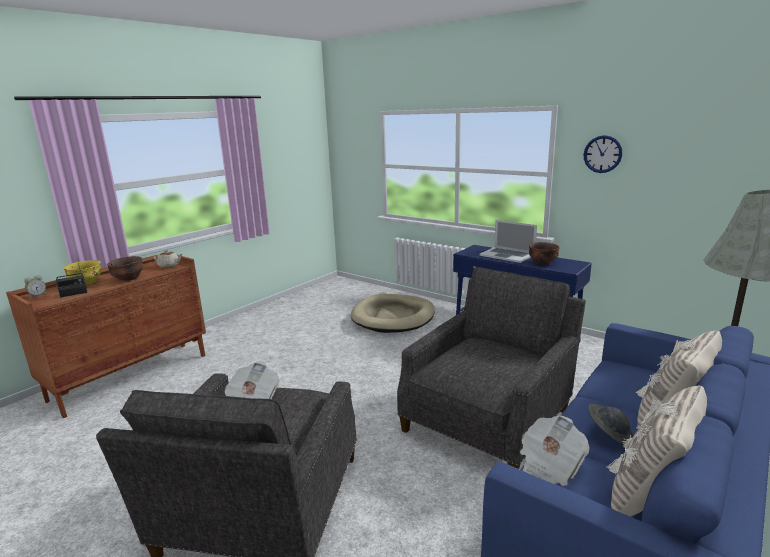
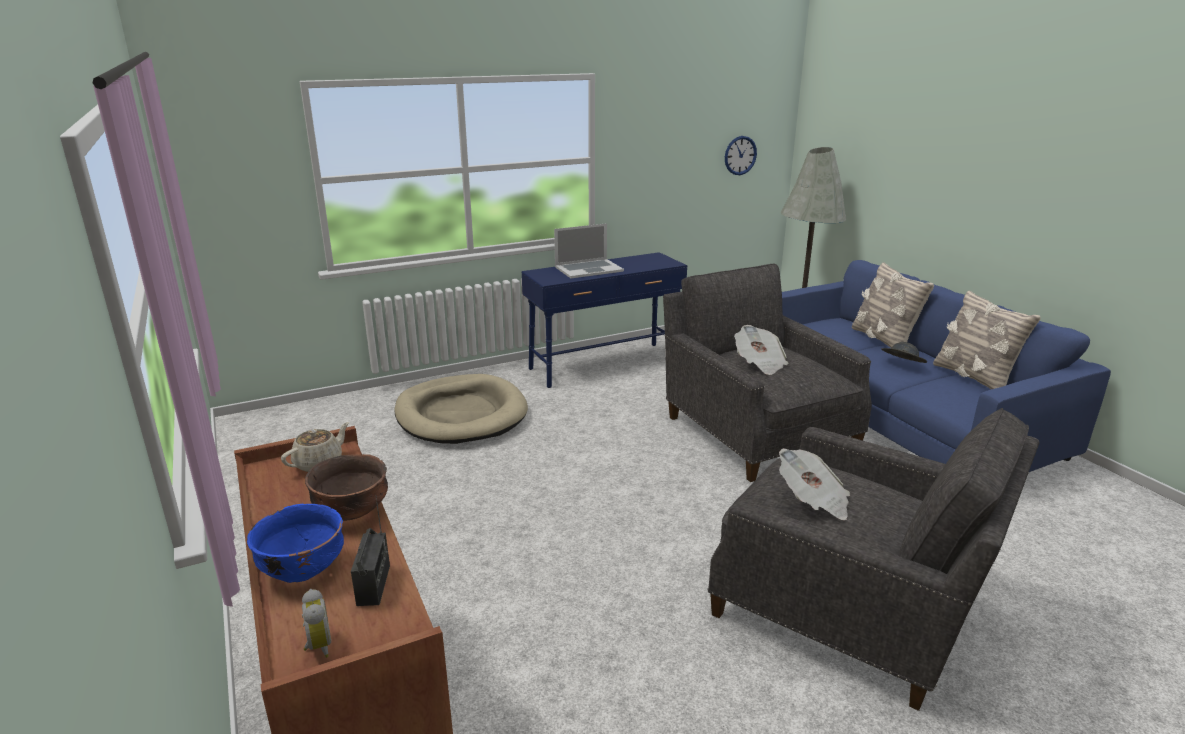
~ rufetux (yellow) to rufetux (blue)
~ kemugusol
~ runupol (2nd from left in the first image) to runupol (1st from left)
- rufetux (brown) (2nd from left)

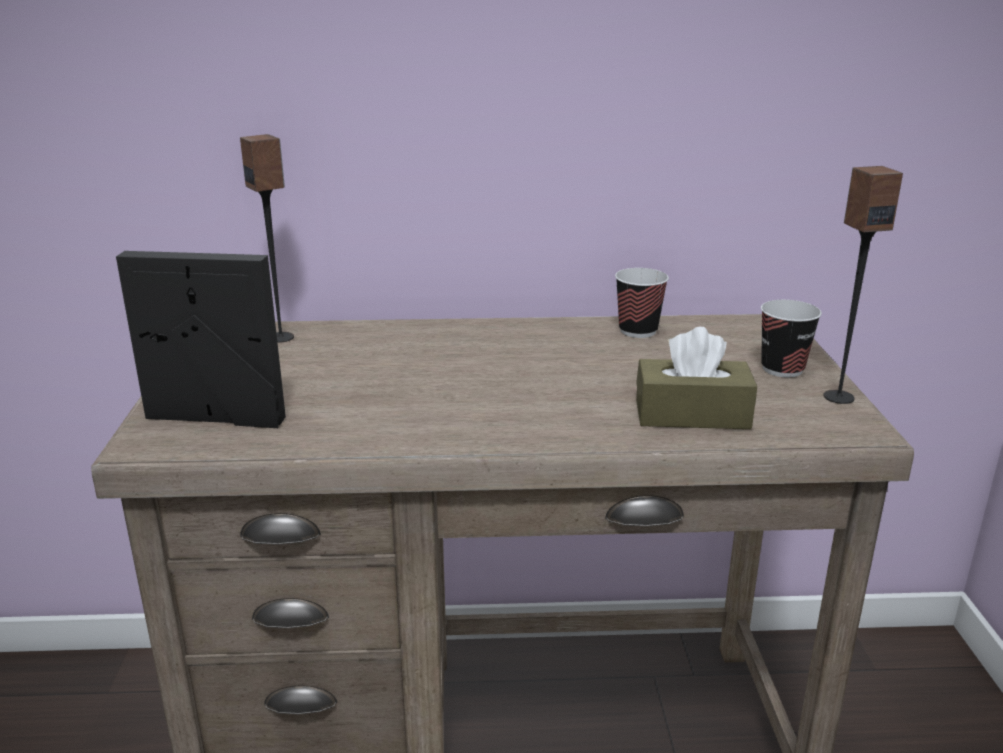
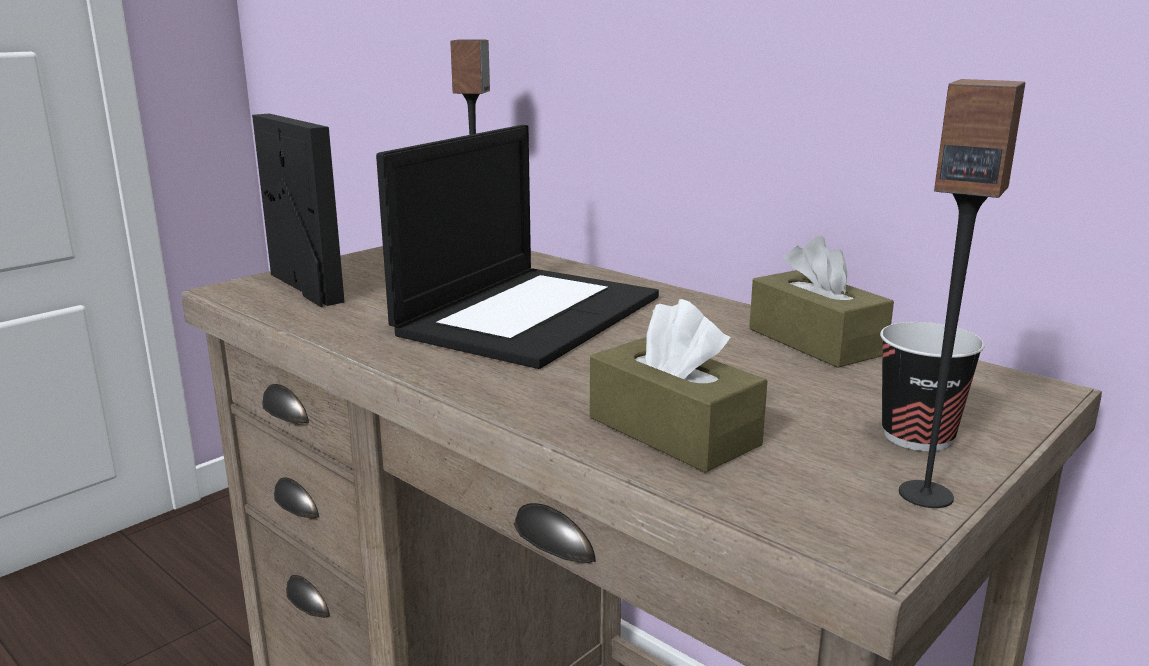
+ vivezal
~ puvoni (1st from left) to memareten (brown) (2nd from left)

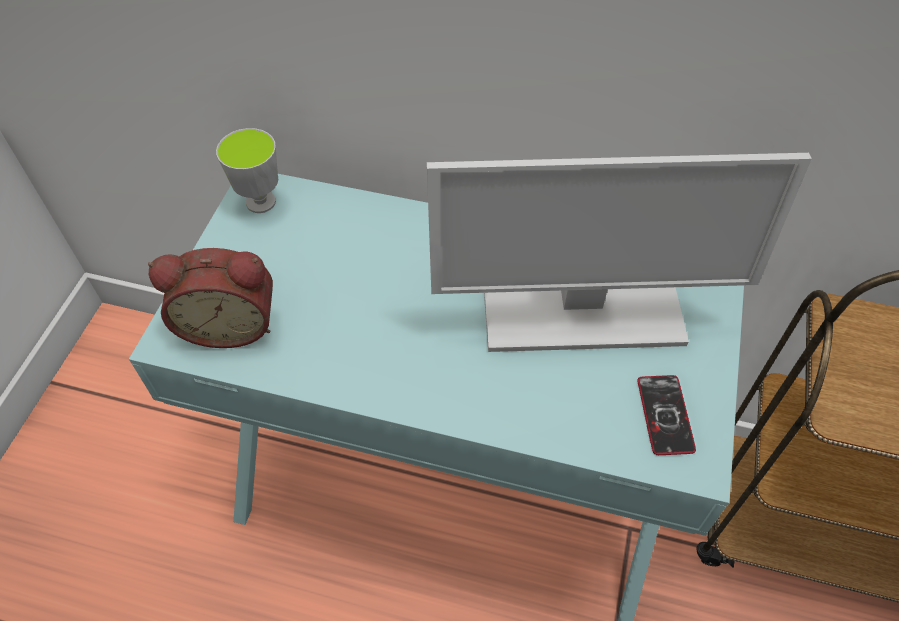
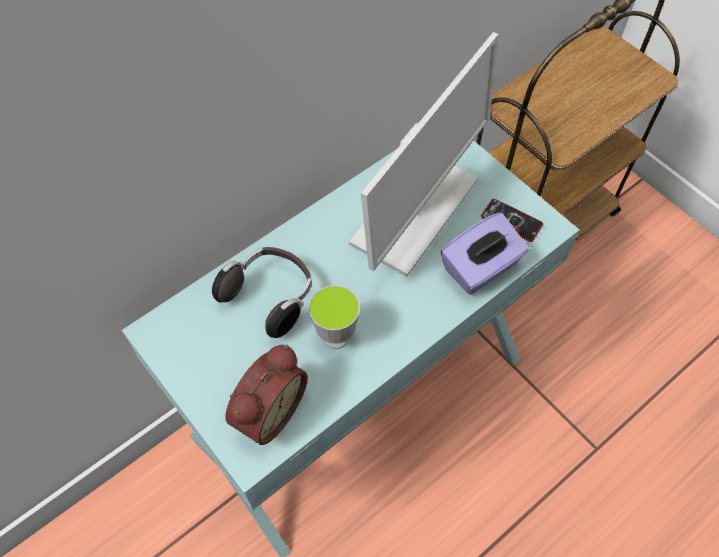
+ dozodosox
~ puvoni
+ memareten (purple)

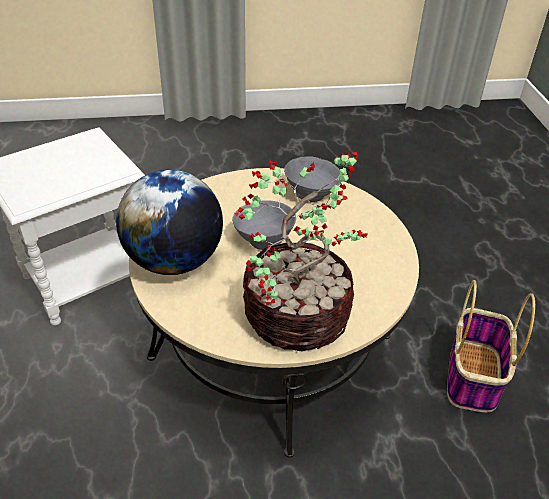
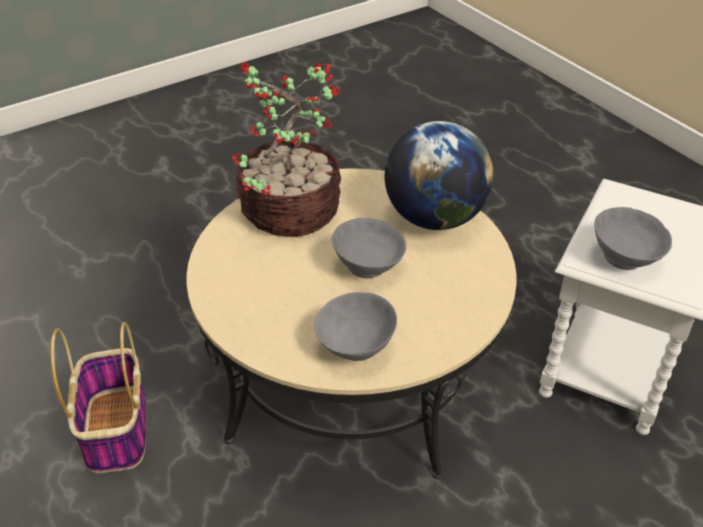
+ rufetux (grey) (3rd from left)

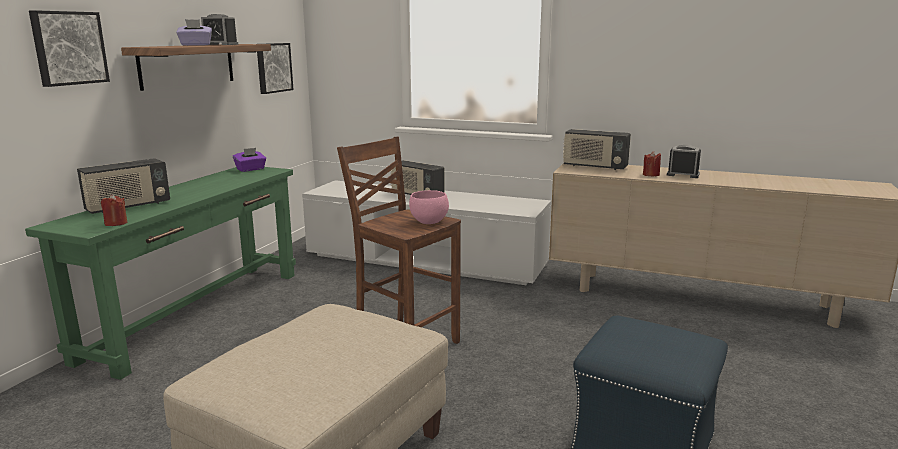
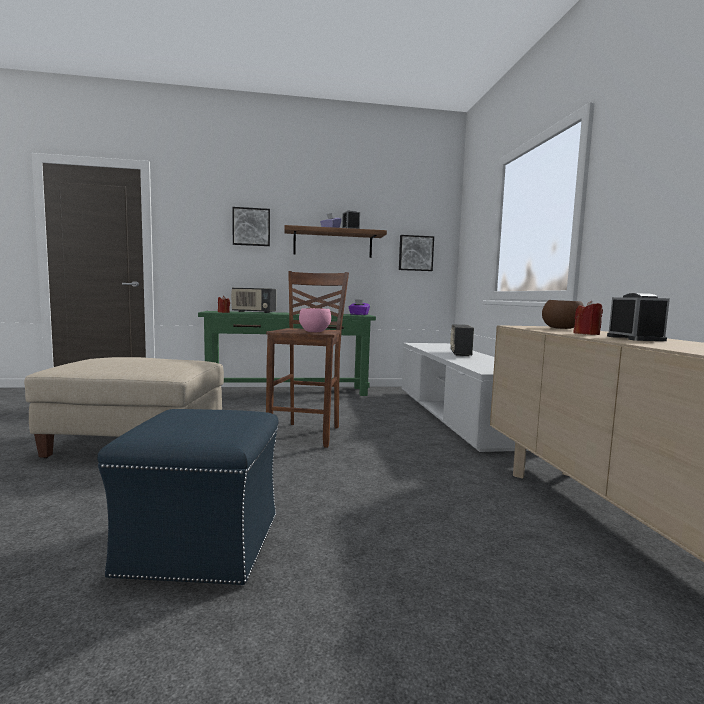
~ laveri (3rd from left) to rufetux (brown)

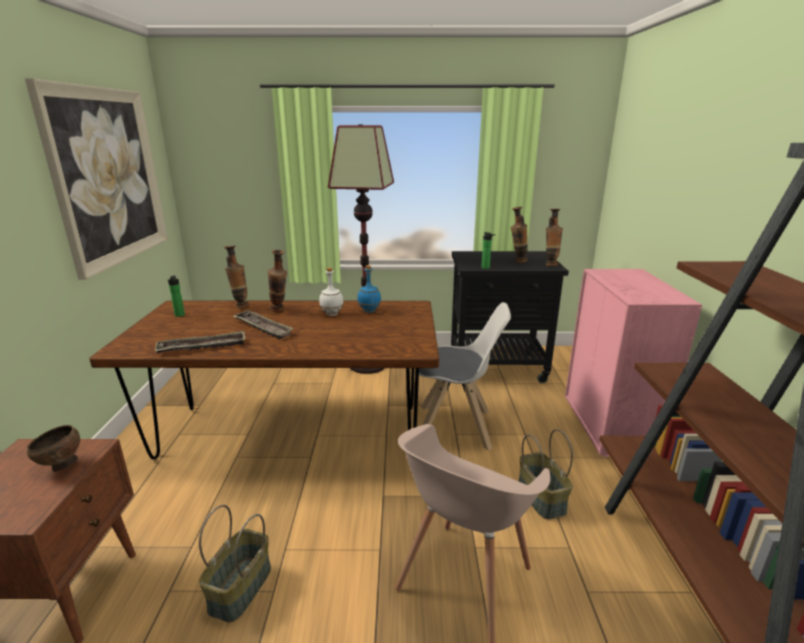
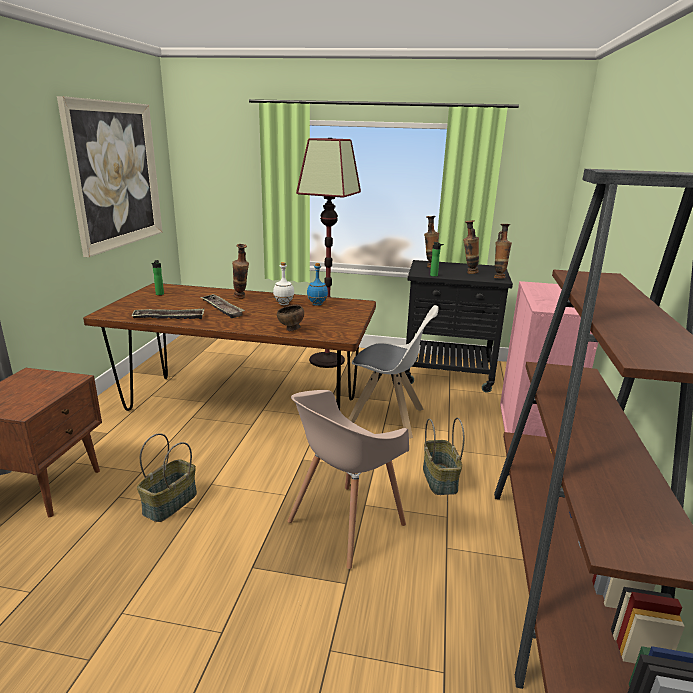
~ rufetux (brown)
~ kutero (1st from left in the first image) to kutero (2nd from left)

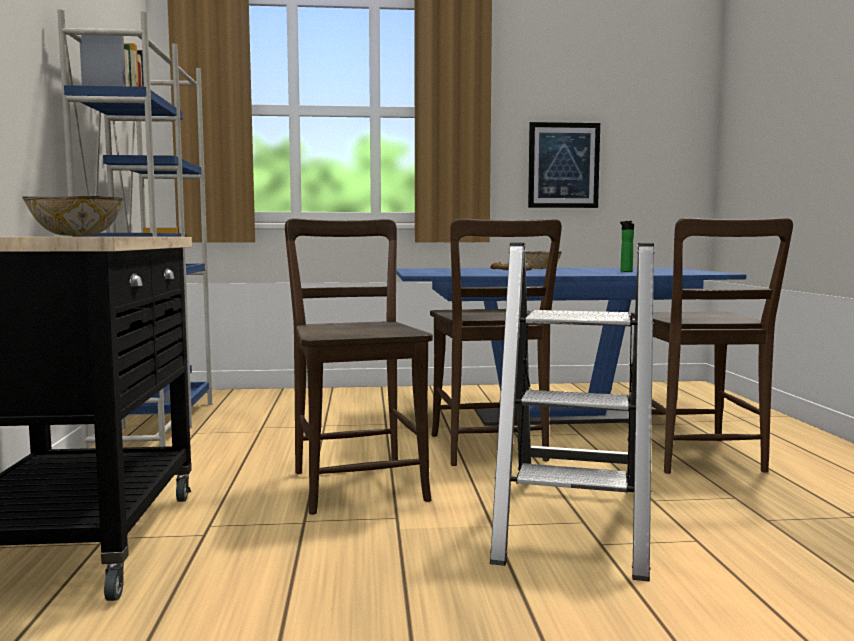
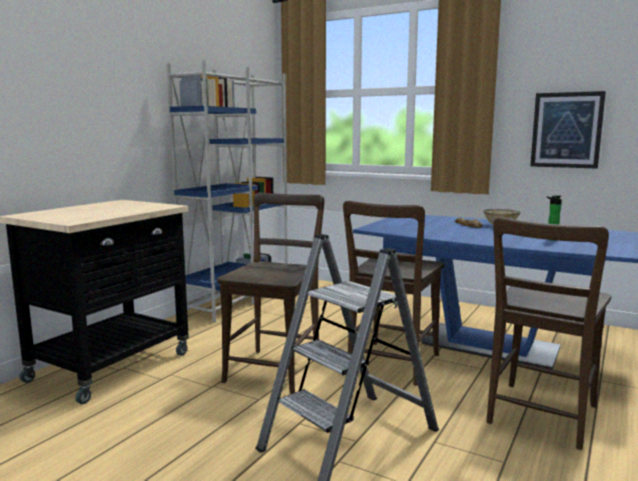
- rufetux (1st from left)

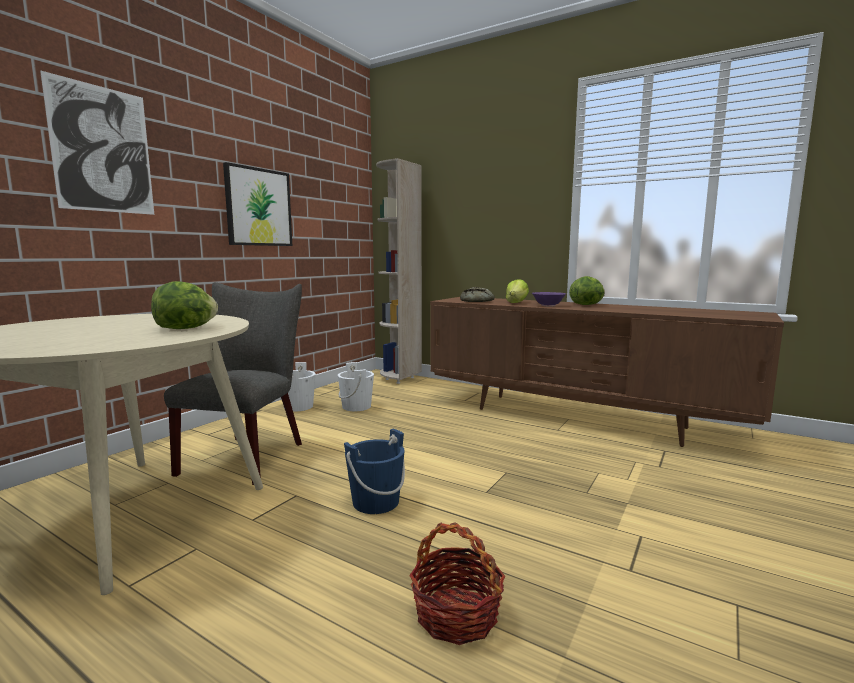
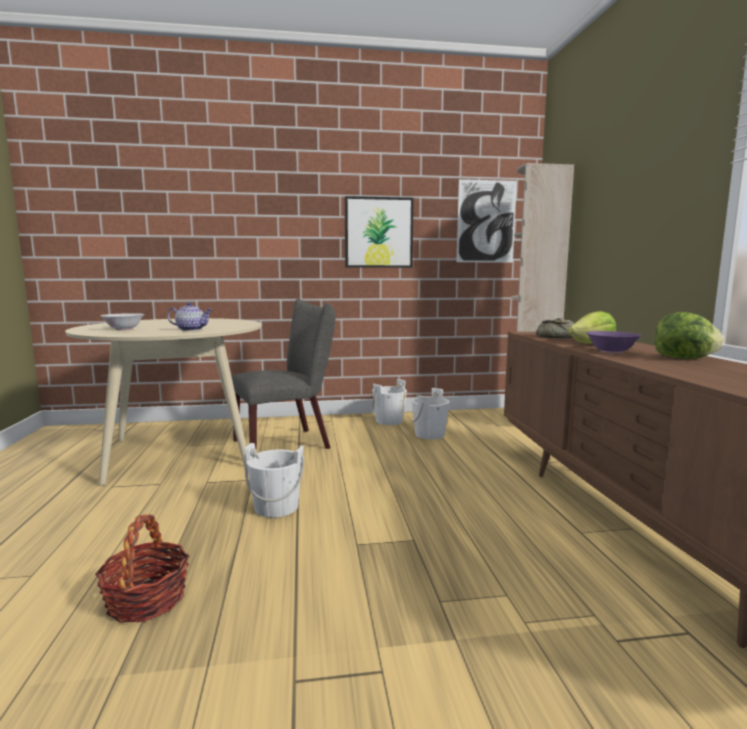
+ rufetux (white)
~ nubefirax (1st from left) to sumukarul
~ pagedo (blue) to pagedo (white) (1st from left)
~ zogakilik (1st from left in the first image) to zogakilik (2nd from left)

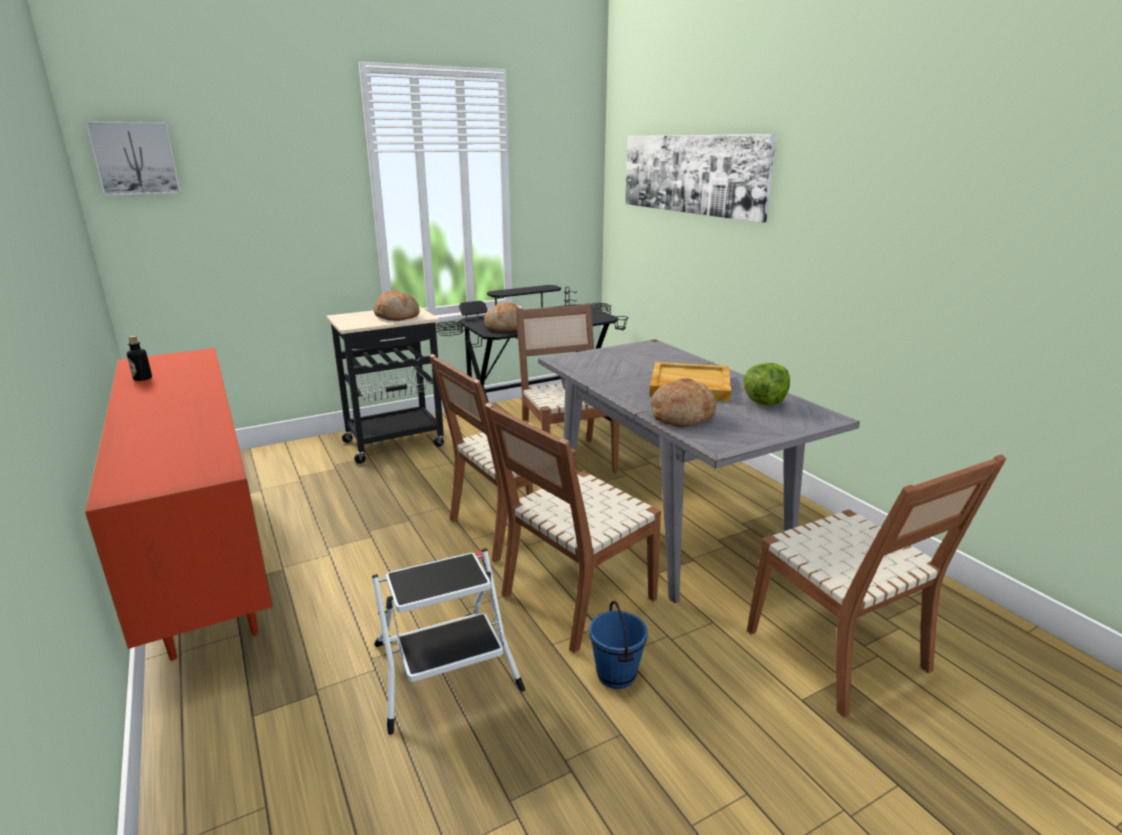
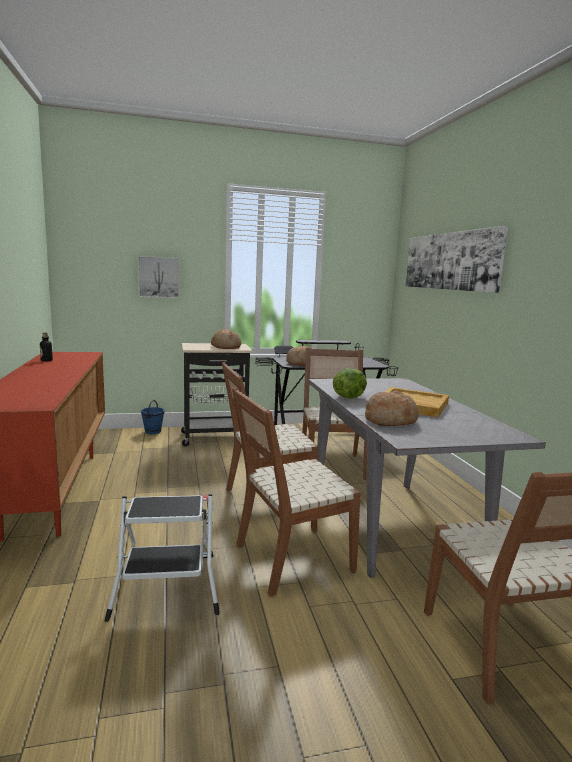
~ zogakilik (1st from left)
~ pagedo (blue)
~ nubefirax

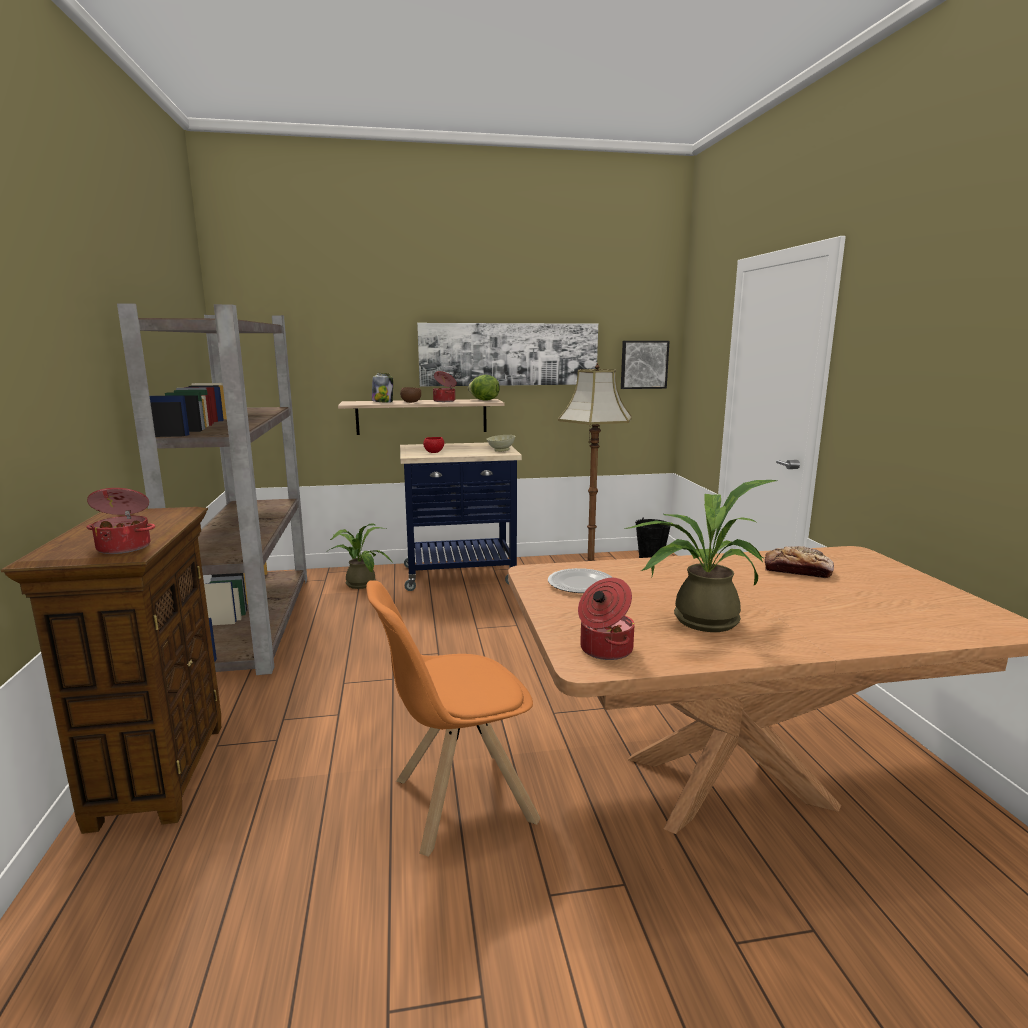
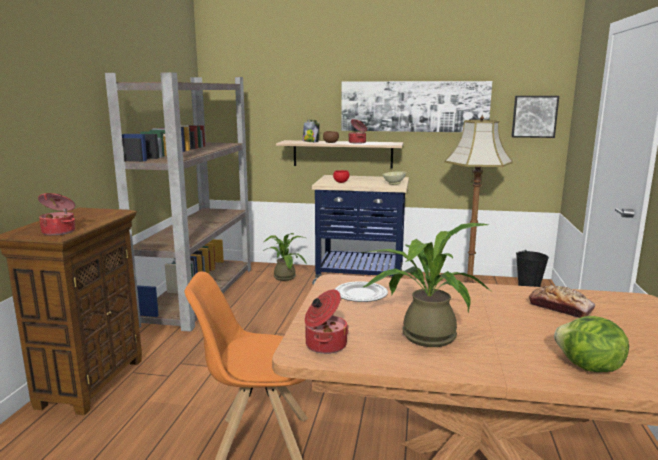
~ nubefirax

